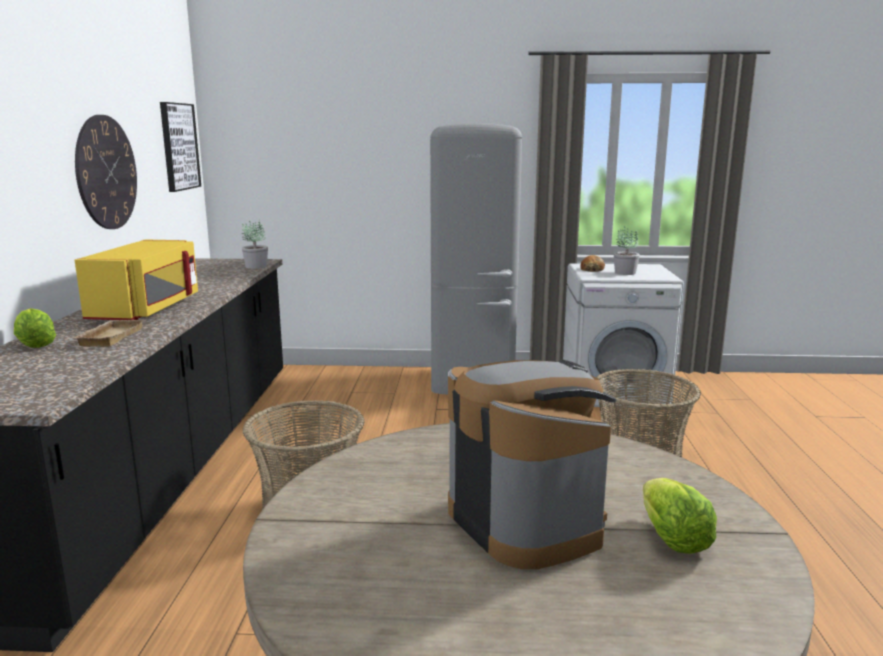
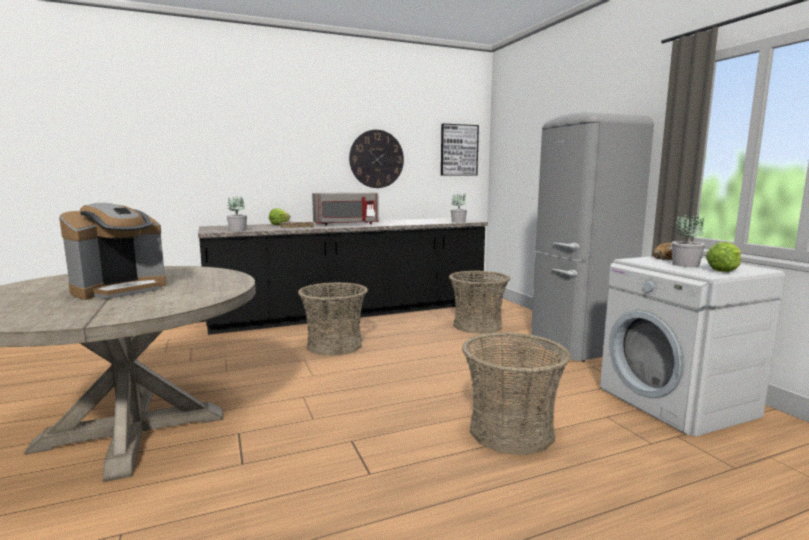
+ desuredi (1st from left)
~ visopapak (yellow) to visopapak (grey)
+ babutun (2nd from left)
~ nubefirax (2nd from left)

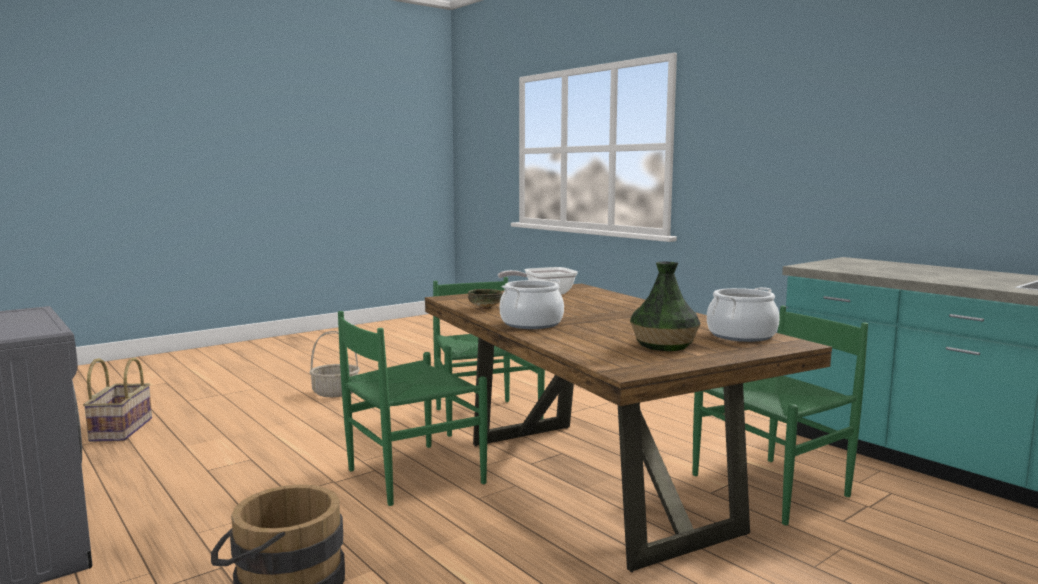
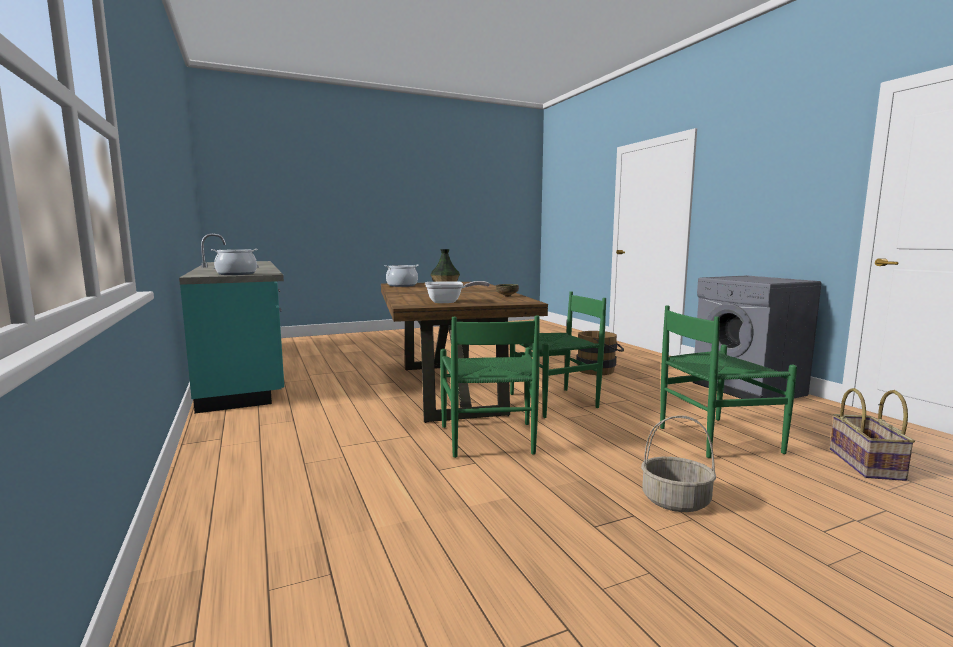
~ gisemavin (1st from left)
~ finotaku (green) (3rd from left)

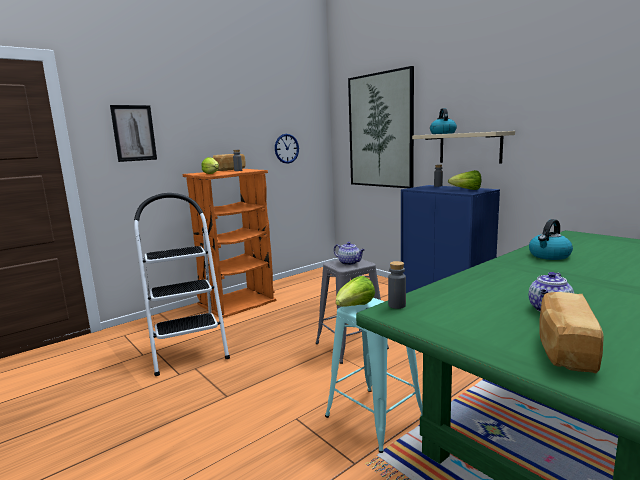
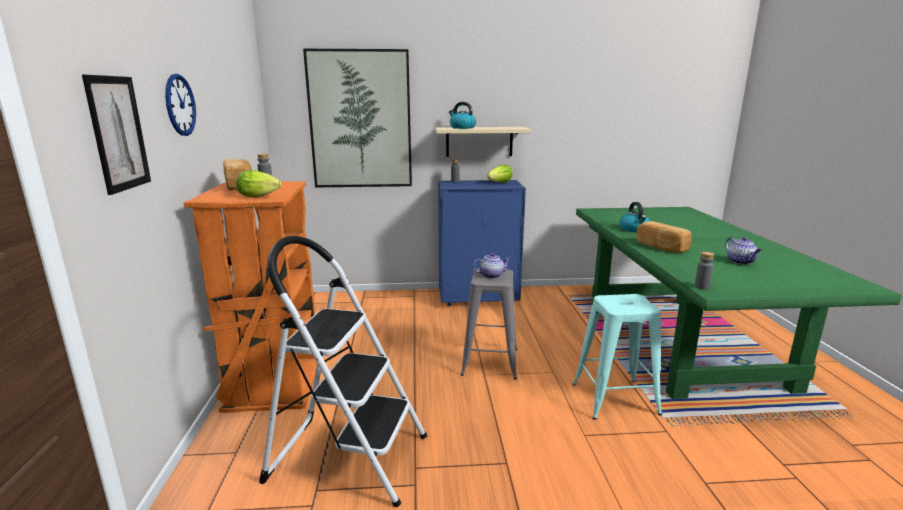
~ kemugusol
~ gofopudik (2nd from left)
- nubefirax (2nd from left)

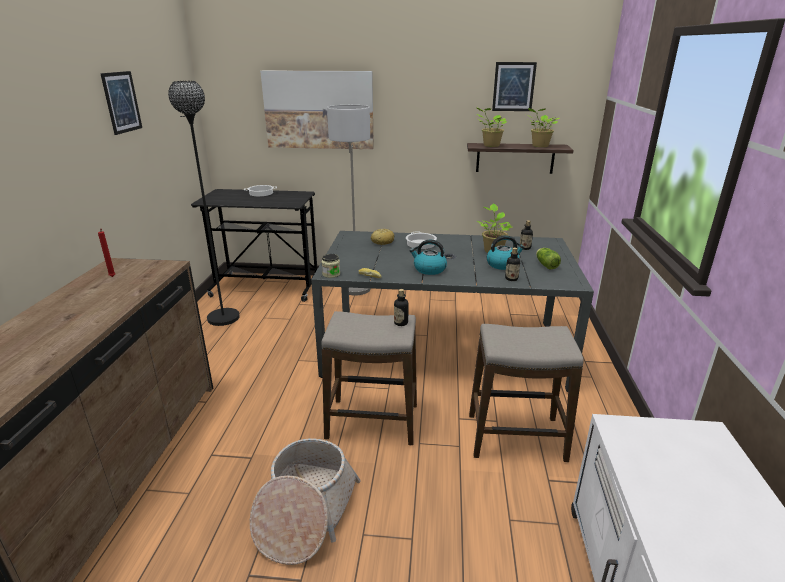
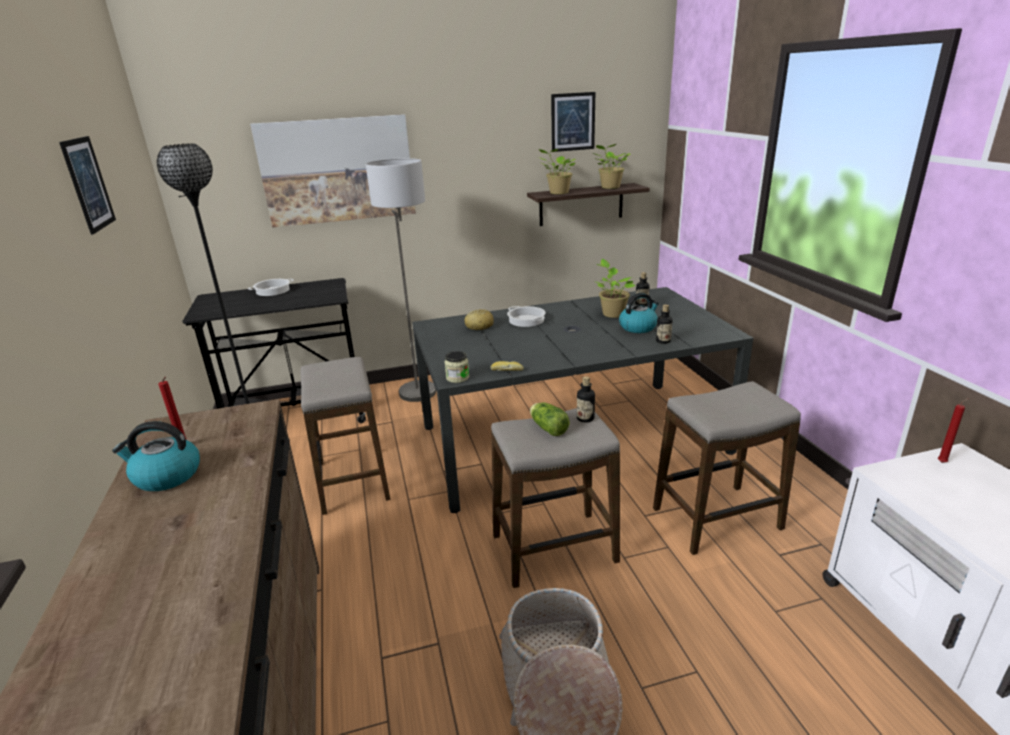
~ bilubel (1st from left)
+ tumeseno (1st from left)
~ nubefirax
+ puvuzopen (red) (2nd from left)

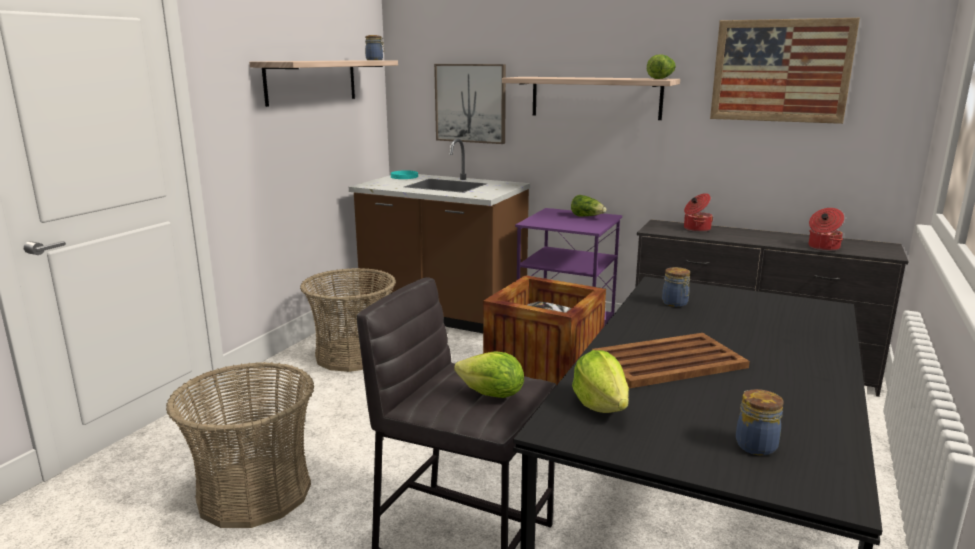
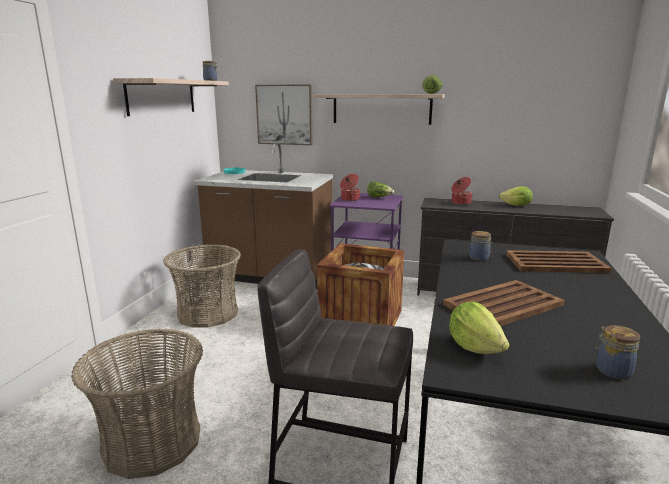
~ gisemavin (2nd from left in the first image) to gisemavin (1st from left)
~ nubefirax (1st from left in the first image) to nubefirax (4th from left)
+ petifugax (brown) (2nd from left)
- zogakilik (2nd from left)

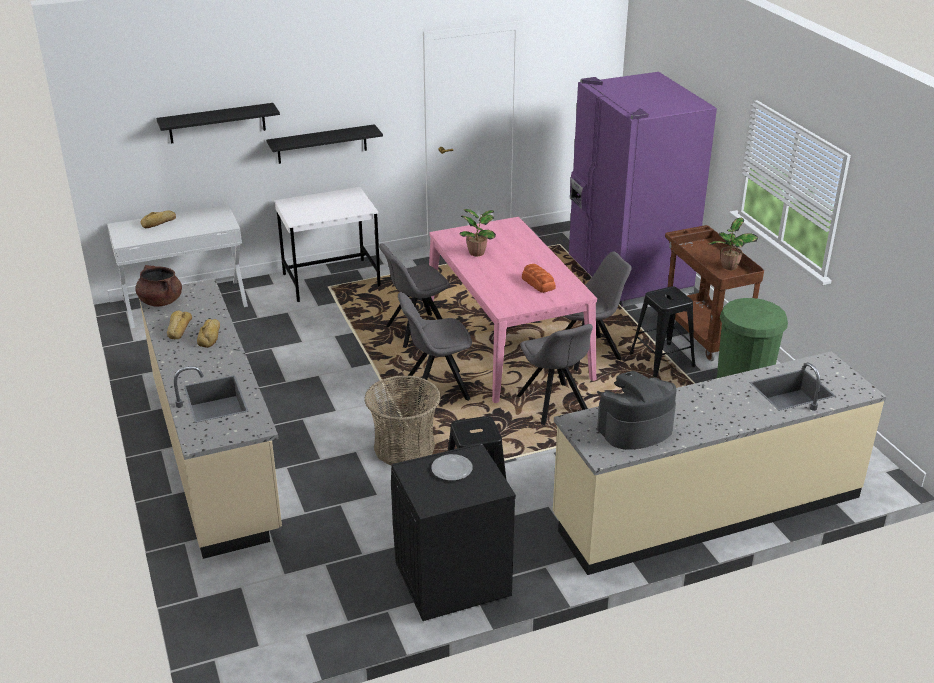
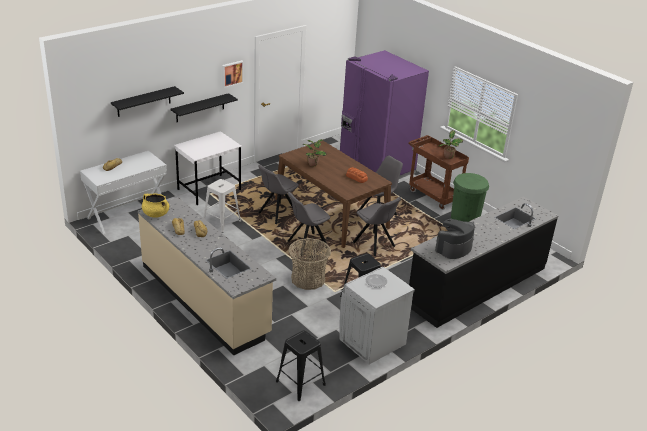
~ gisemavin (brown) to gisemavin (yellow)
+ tumeseno (white)
+ zogakilik
~ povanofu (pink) to povanofu (brown)
~ tumeseno (black) (2nd from left in the first image) to tumeseno (black) (1st from left)
~ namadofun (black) to namadofun (white)
~ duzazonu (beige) (2nd from left) to duzazonu (black)

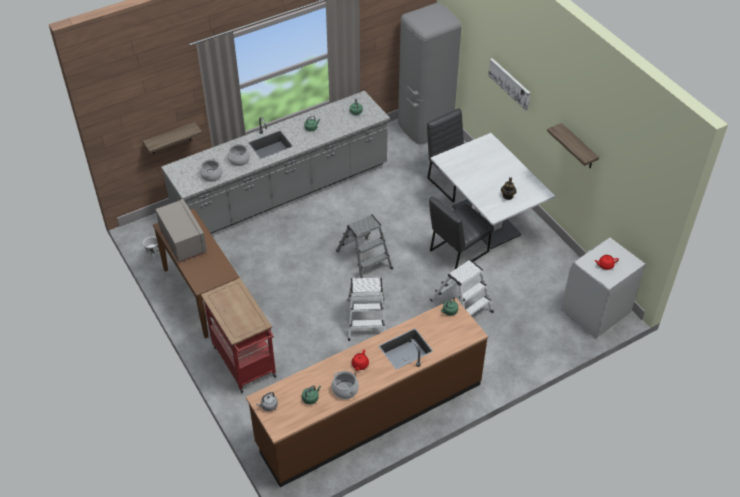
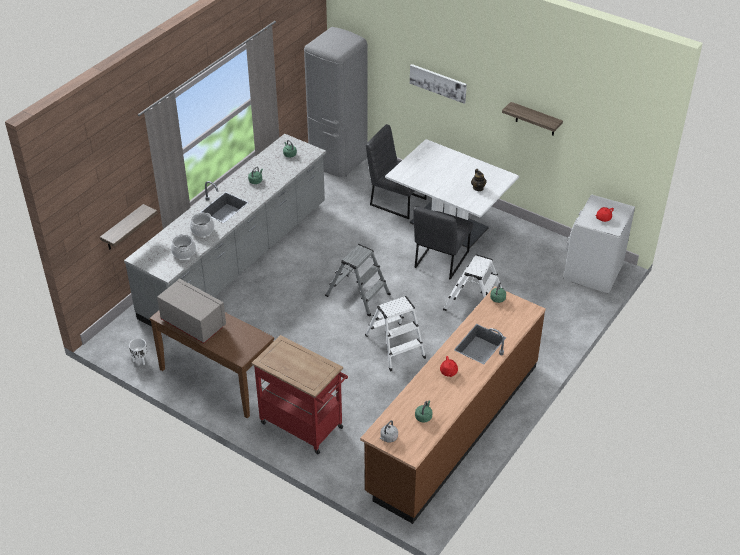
- gisemavin (3rd from left)

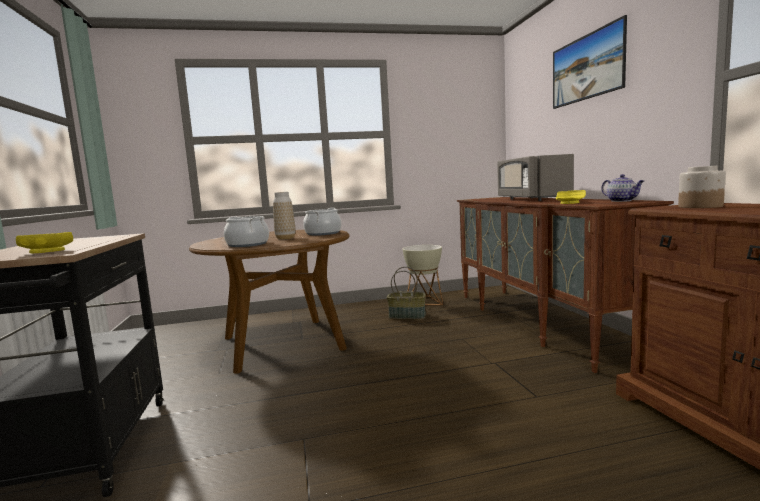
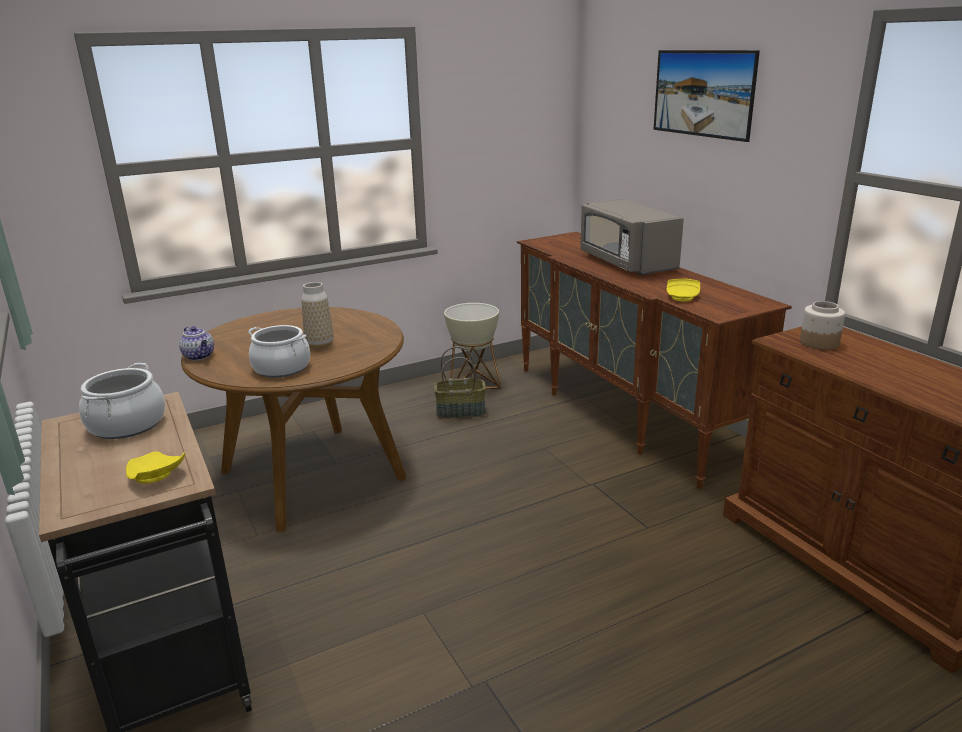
~ gisemavin (2nd from left in the first image) to gisemavin (1st from left)
~ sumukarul

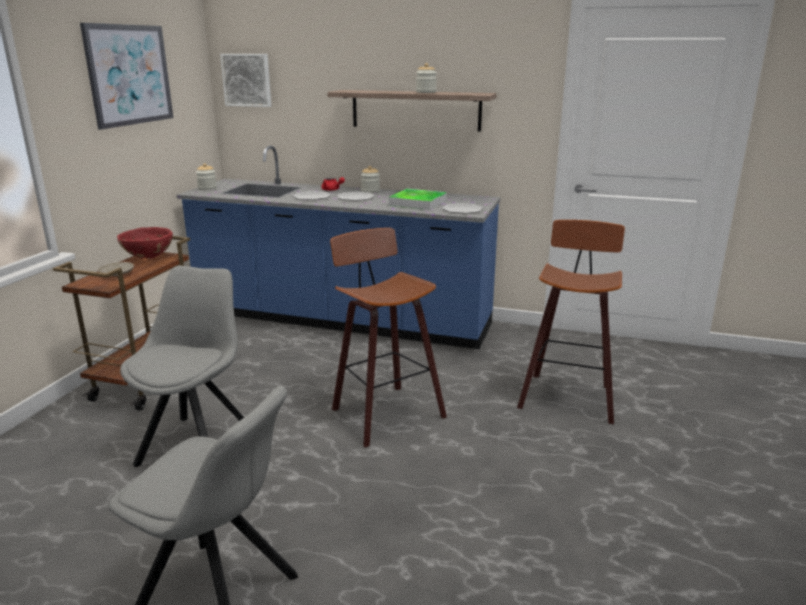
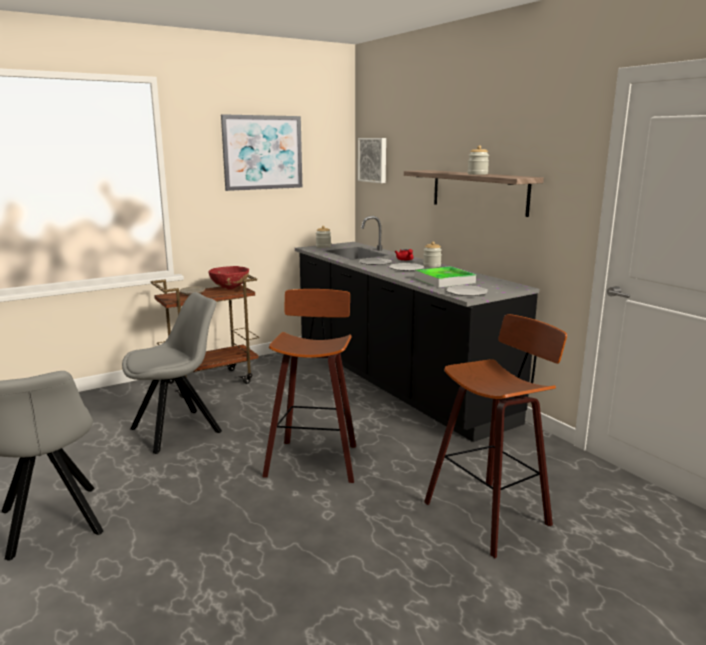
~ duzazonu (blue) to duzazonu (black)

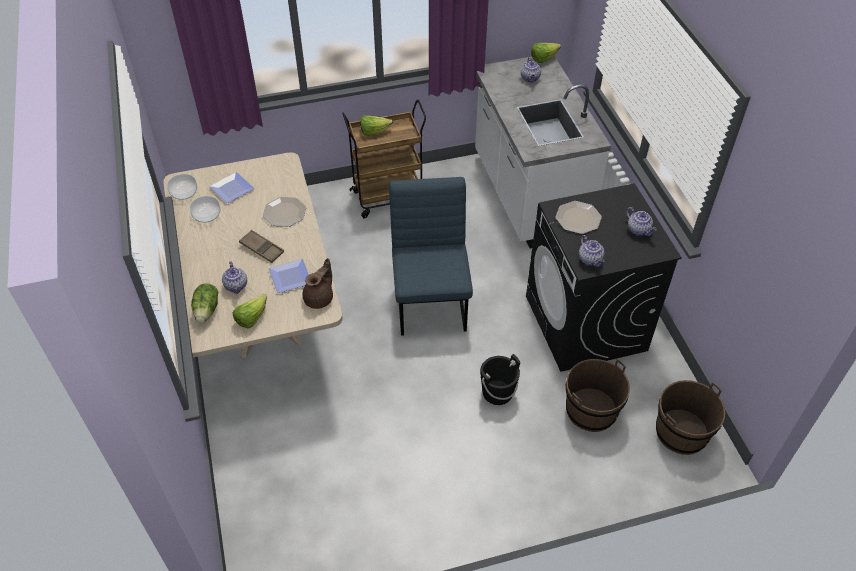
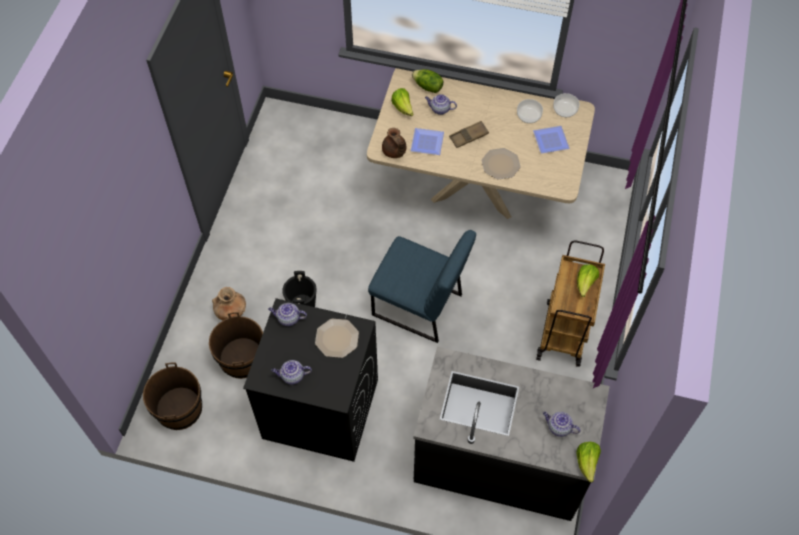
+ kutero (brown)
~ duzazonu (white) to duzazonu (black)

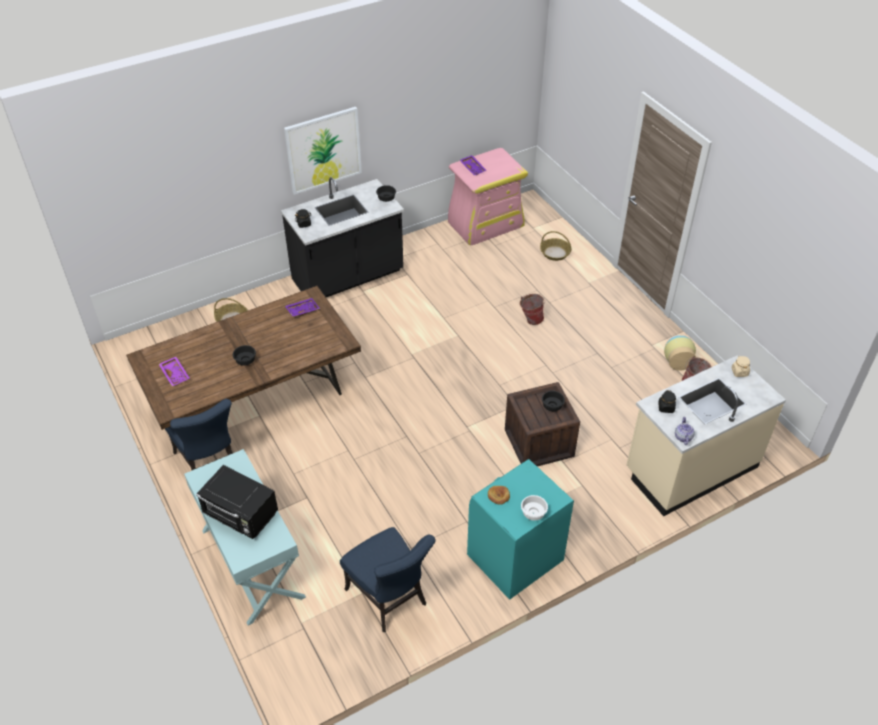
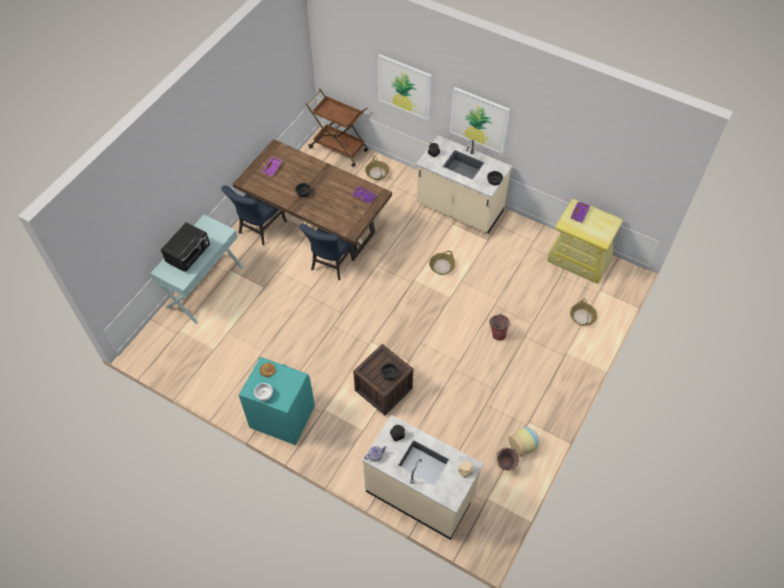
~ visopapak (black) 150 degrees counterclockwise
~ finotaku (blue) (2nd from left)
+ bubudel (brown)
+ zogakilik (1st from left)
~ duzazonu (black) to duzazonu (beige) (2nd from left)
+ babutun (2nd from left)
~ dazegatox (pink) to dazegatox (yellow)

